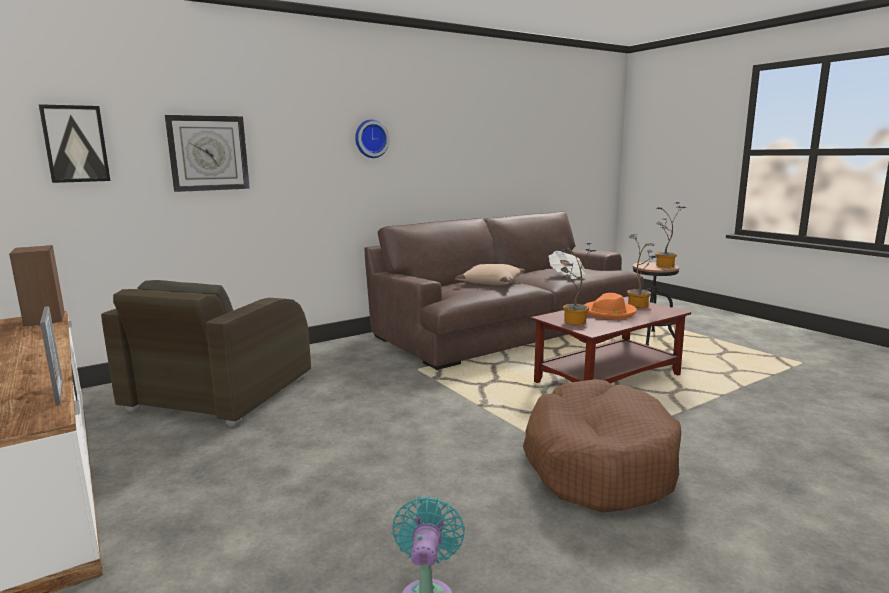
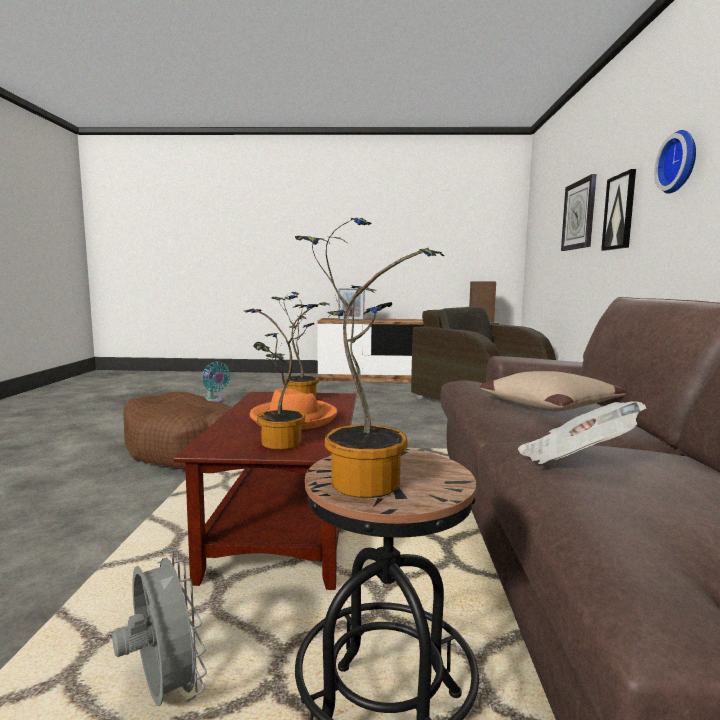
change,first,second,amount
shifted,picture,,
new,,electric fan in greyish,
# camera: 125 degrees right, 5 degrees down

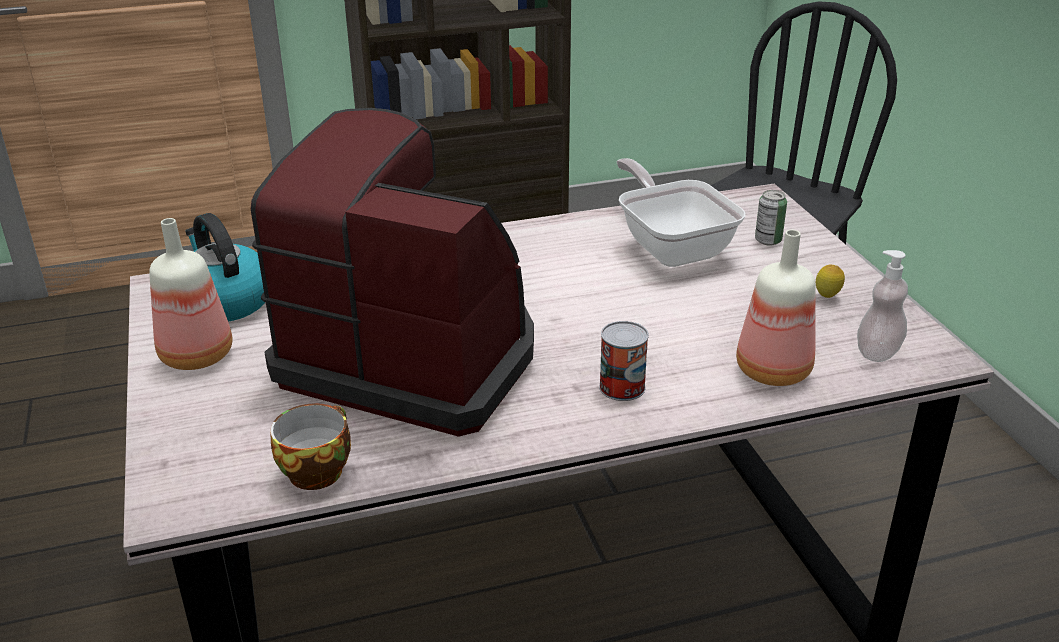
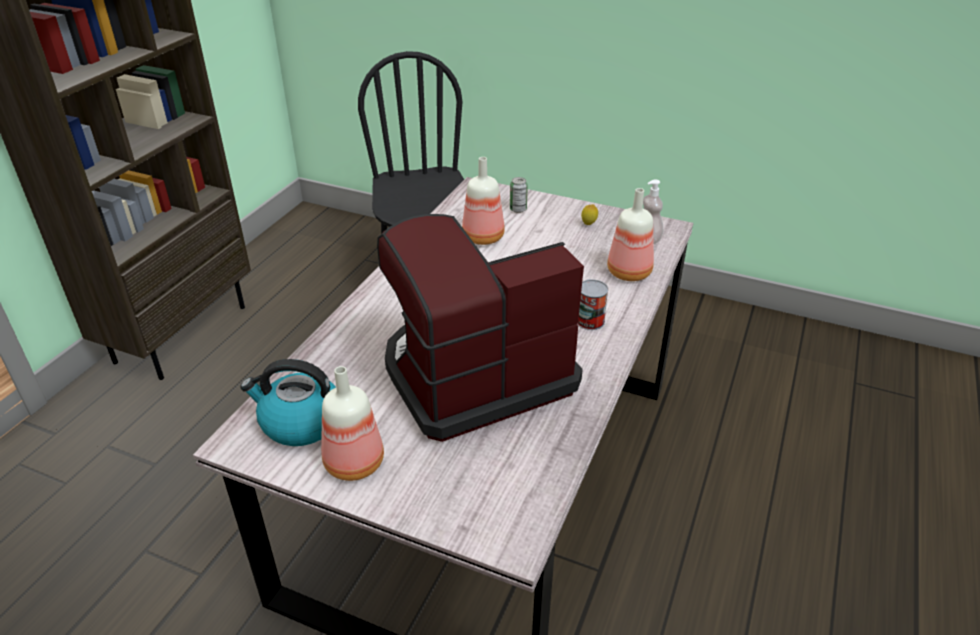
change,first,second,amount
gone,small cup,,
swapped,frying pan,drink bottle (no. 2 from left),
# camera: 50 degrees left, 5 degrees up

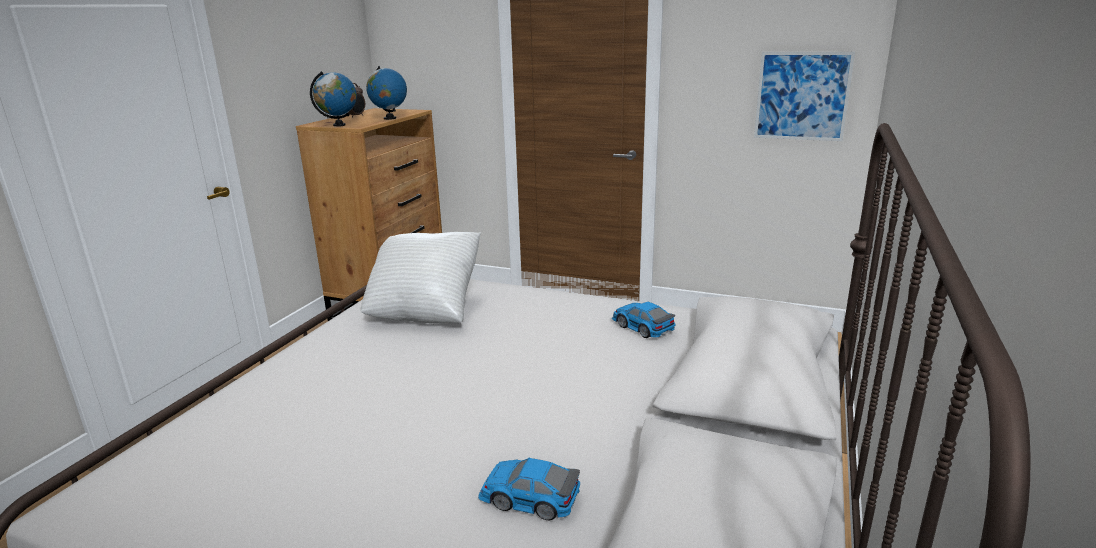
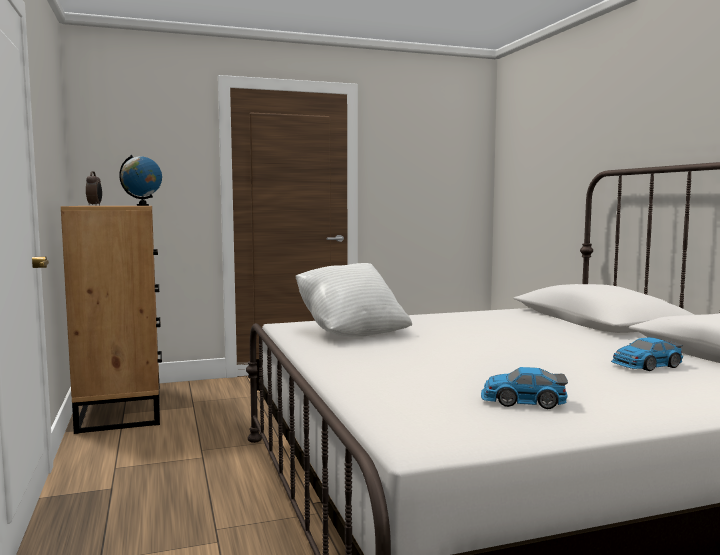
change,first,second,amount
gone,world globe (no. 1 from left),,
shifted,model car (no. 2 from left in the first image),model car (no. 1 from left),
gone,picture,,
# camera: 40 degrees left, 15 degrees down

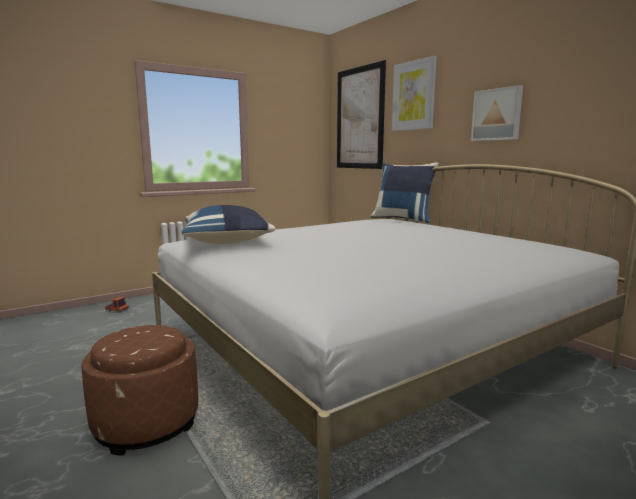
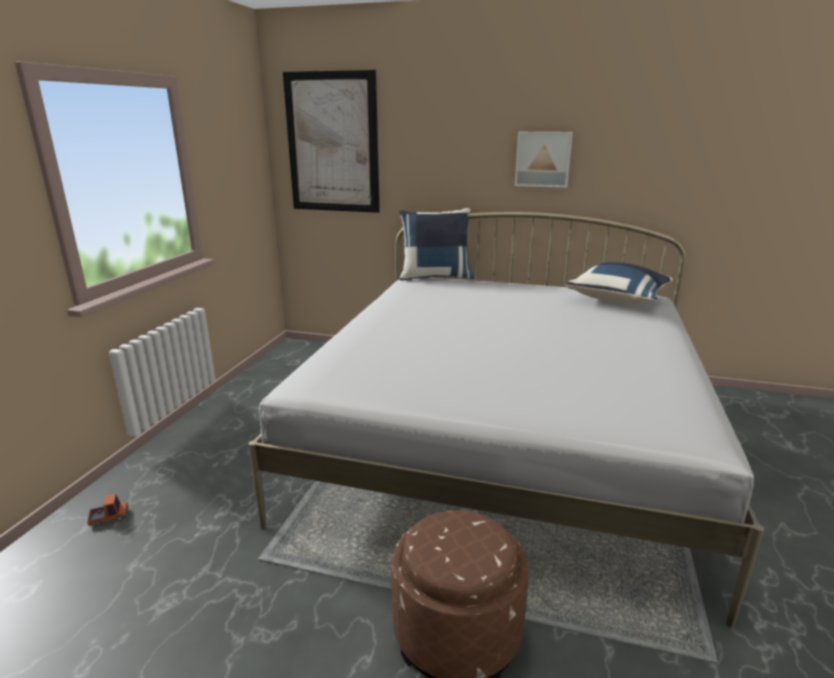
change,first,second,amount
shifted,pillow in blue (no. 1 from left in the first image),pillow in blue (no. 2 from left),
gone,picture (no. 2 from left),,
# camera: 40 degrees left, 10 degrees up

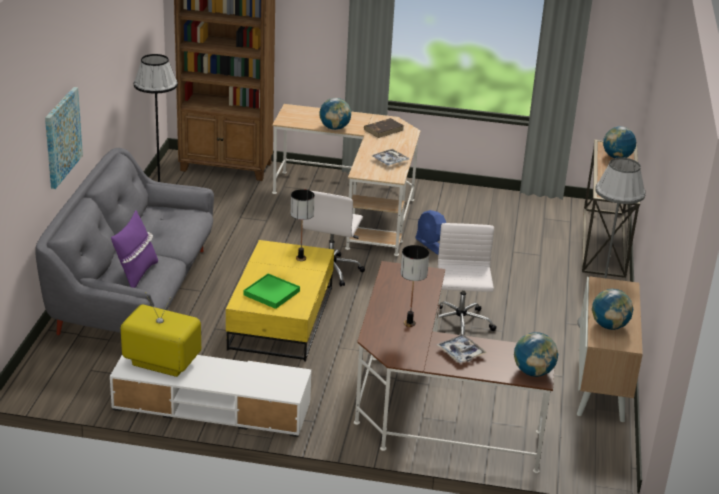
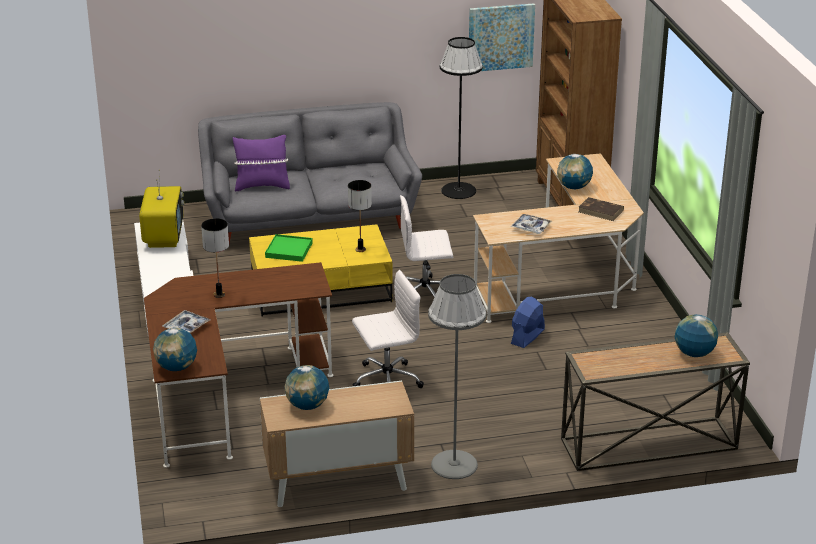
change,first,second,amount
shifted,picture,,
# camera: 70 degrees right, 0 degrees up

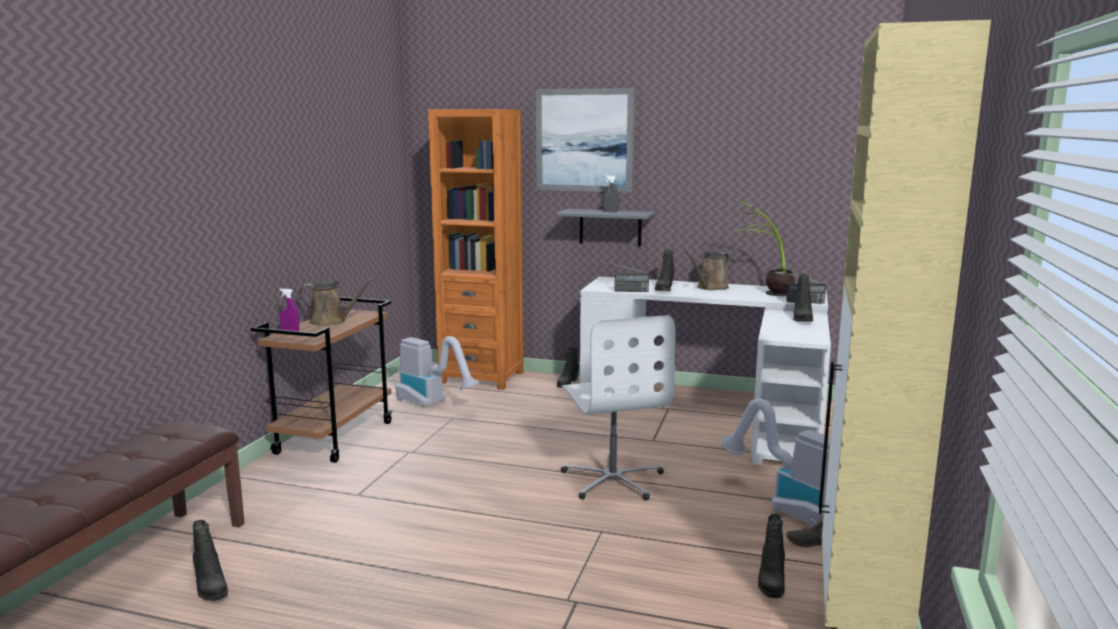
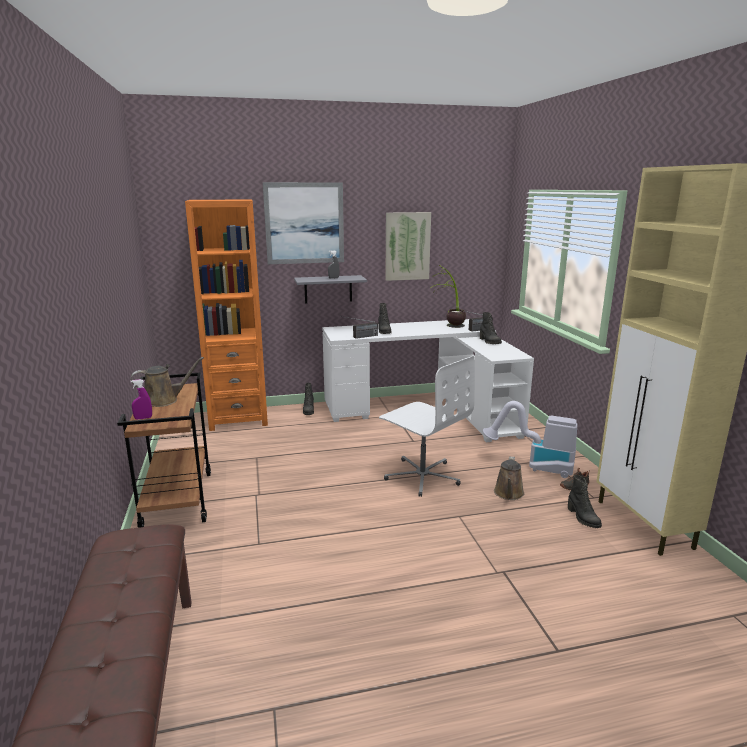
change,first,second,amount
gone,high-top boot in black (no. 1 from left),,
gone,hoover (no. 1 from left),,
shifted,watering can in brown (no. 2 from left),,
new,,picture (no. 2 from left),
# camera: 30 degrees left, 5 degrees up

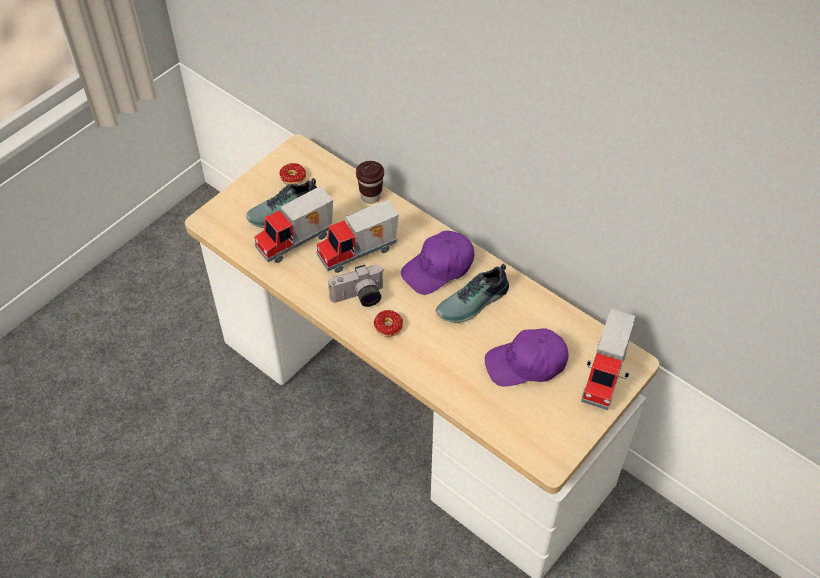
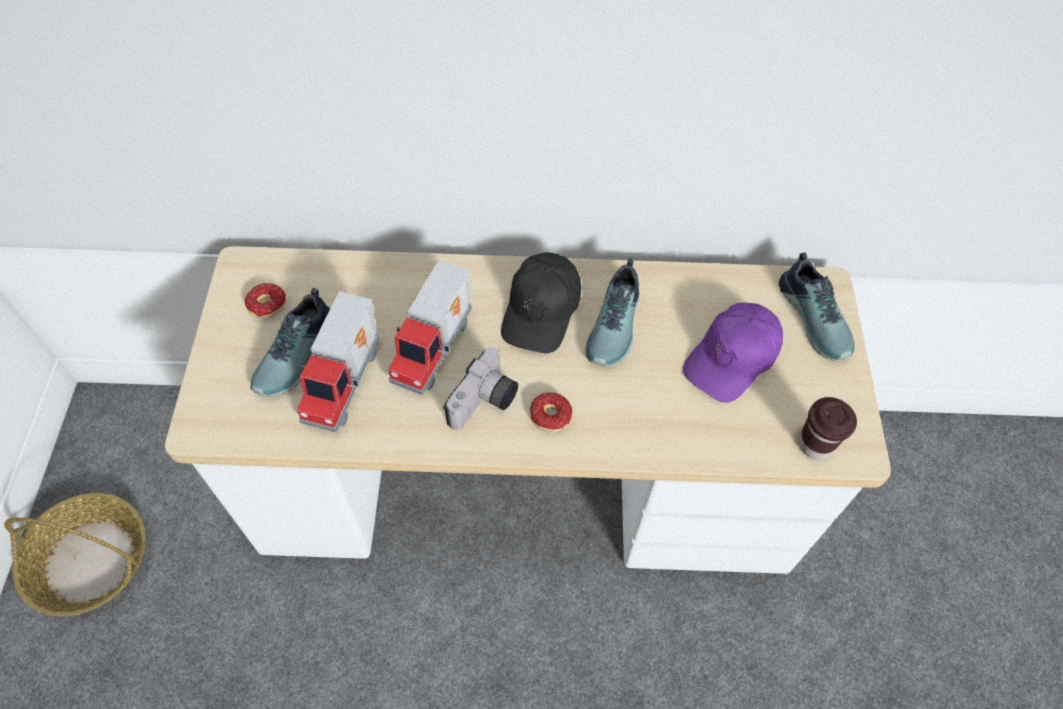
change,first,second,amount
shifted,small cup in brown,,
repainted,peaked cap in purplish (no. 1 from left),peaked cap in black,
swapped,toy truck (no. 3 from left),low shoe (no. 3 from left),
new,,storage basket,
# camera: 40 degrees left, 5 degrees up

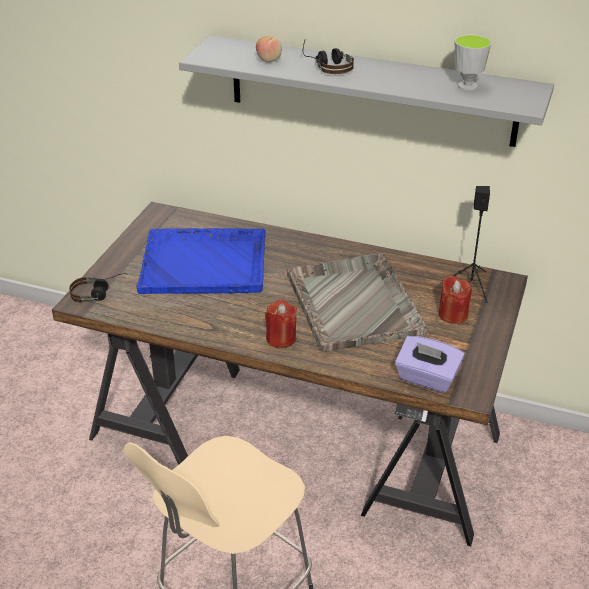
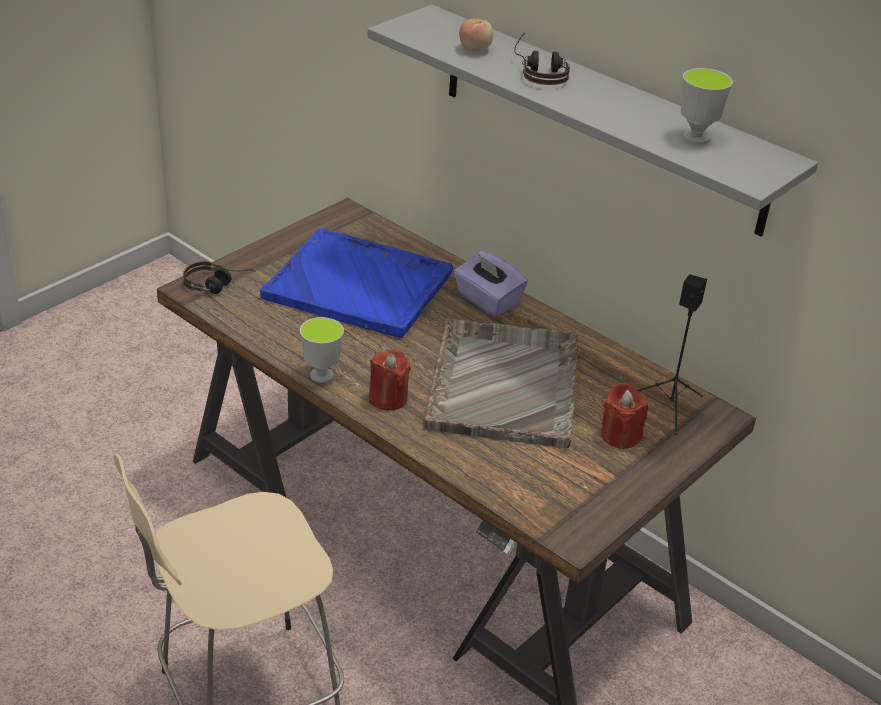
change,first,second,amount
shifted,tissue holder in purplish,,
new,,small cup (no. 1 from left),
# camera: 20 degrees right, 0 degrees up

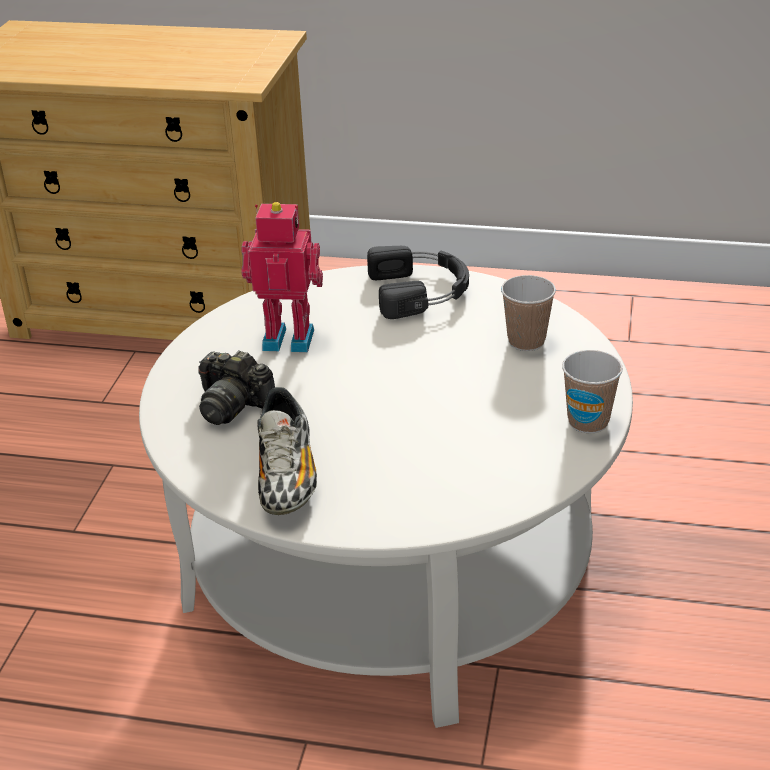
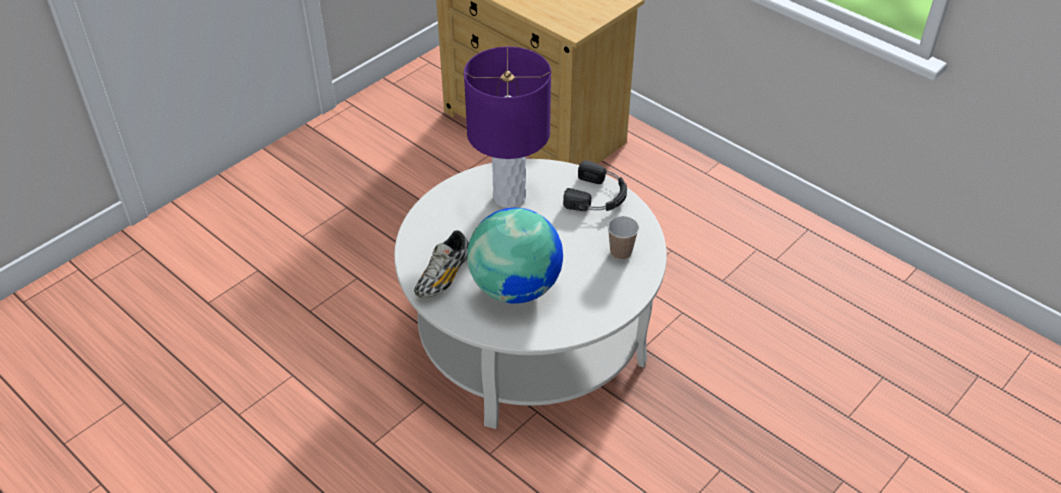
change,first,second,amount
gone,still camera,,
swapped,robot figure,lamp for a table in purplish,
gone,small cup (no. 2 from left),,
new,,world globe,
# camera: 30 degrees right, 10 degrees up

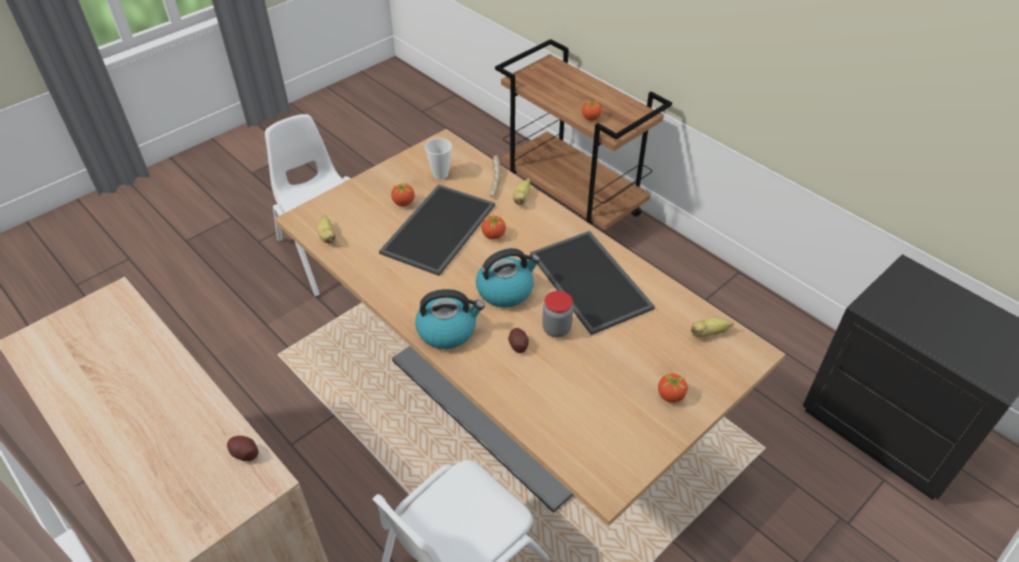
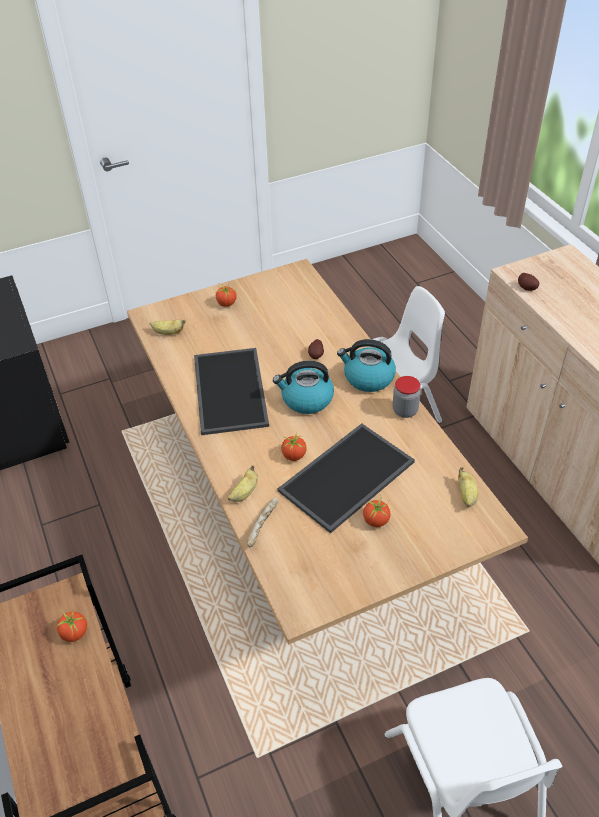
change,first,second,amount
gone,small cup,,
shifted,storage jar,,
# camera: 160 degrees left, 0 degrees up

